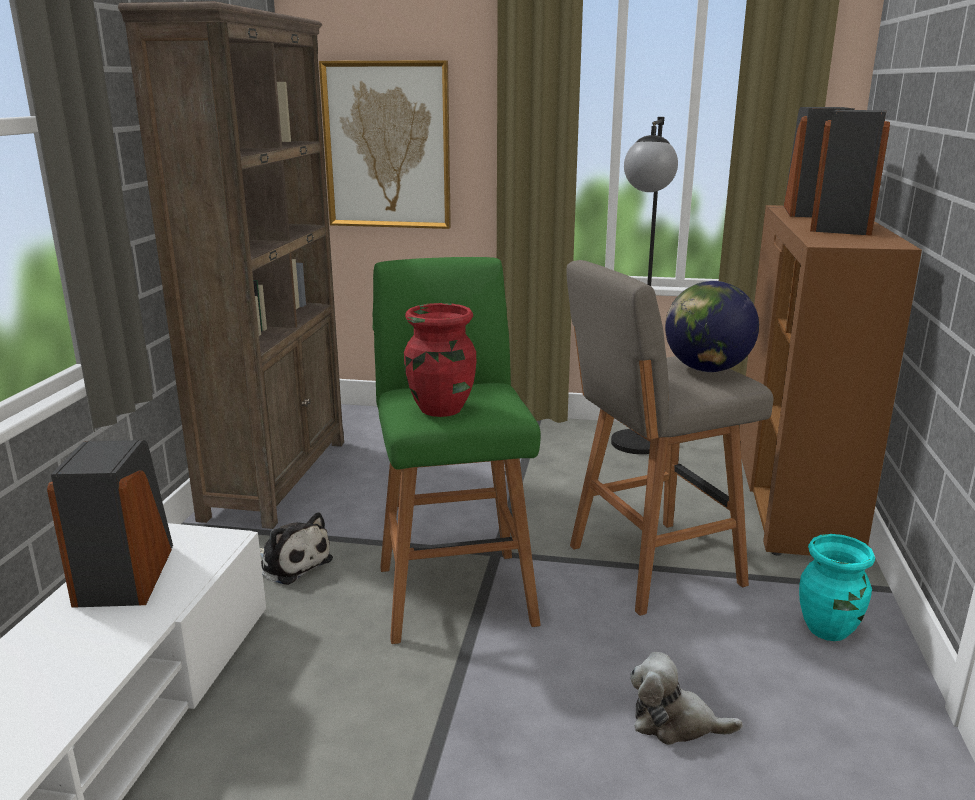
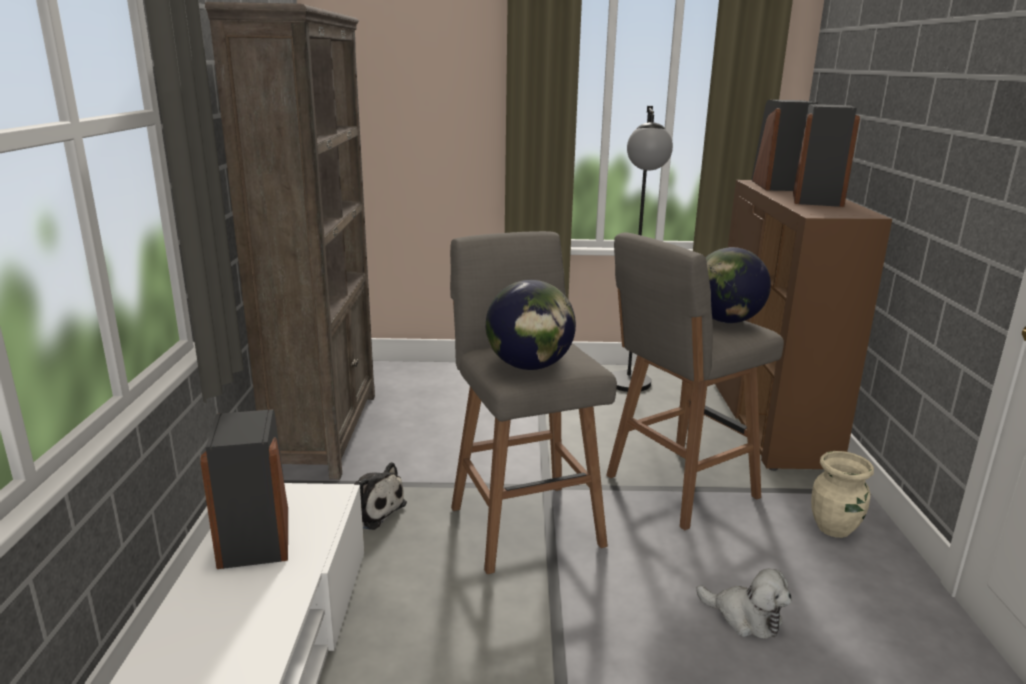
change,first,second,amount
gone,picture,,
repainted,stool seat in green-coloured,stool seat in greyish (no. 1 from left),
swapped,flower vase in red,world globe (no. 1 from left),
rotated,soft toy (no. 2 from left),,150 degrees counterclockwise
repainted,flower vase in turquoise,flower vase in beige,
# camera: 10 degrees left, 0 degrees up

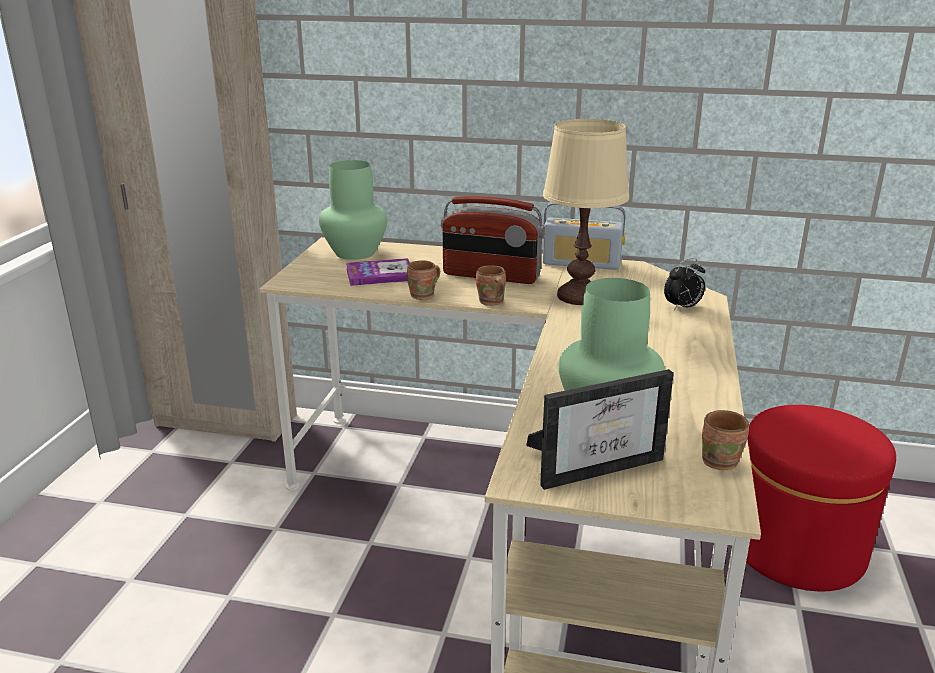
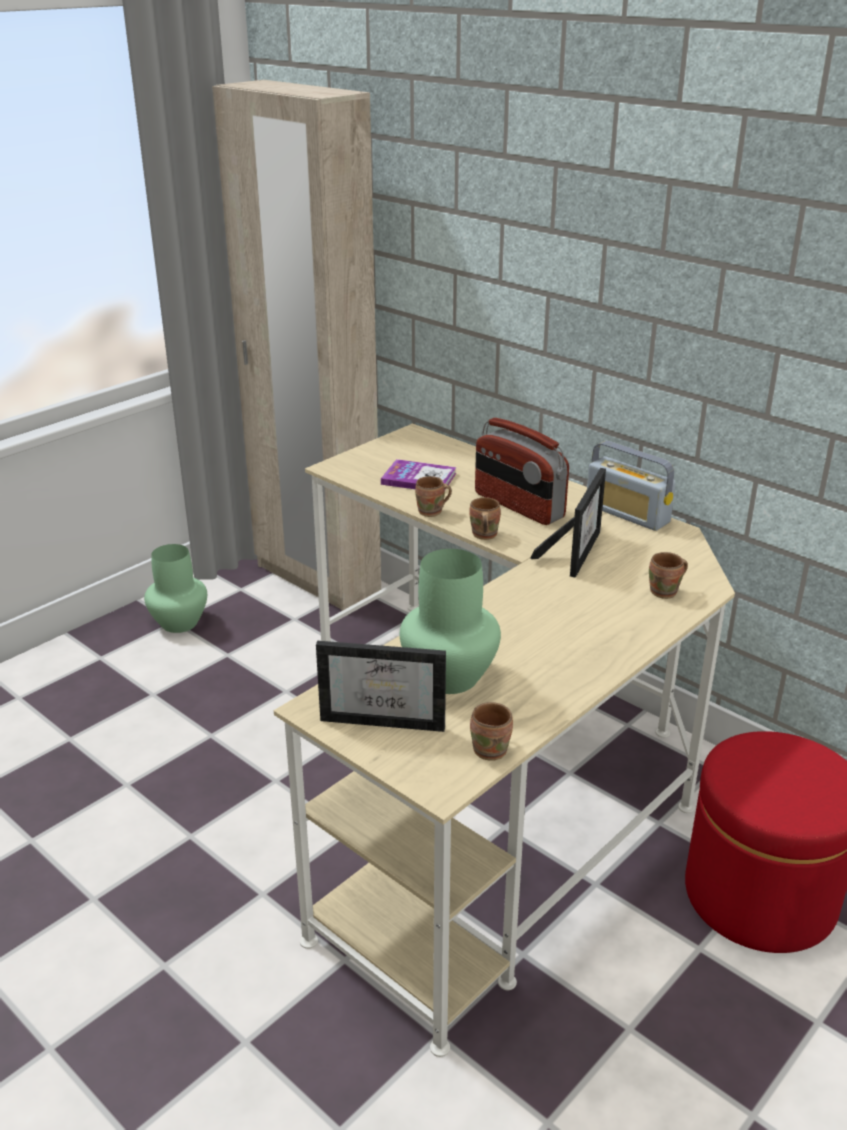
change,first,second,amount
shifted,flower vase in green-coloured (no. 1 from left),,
swapped,lamp for a table in beige,standing frame (no. 2 from left),
swapped,bedside clock,coffee mug in brown (no. 4 from left),
# camera: 30 degrees right, 5 degrees up

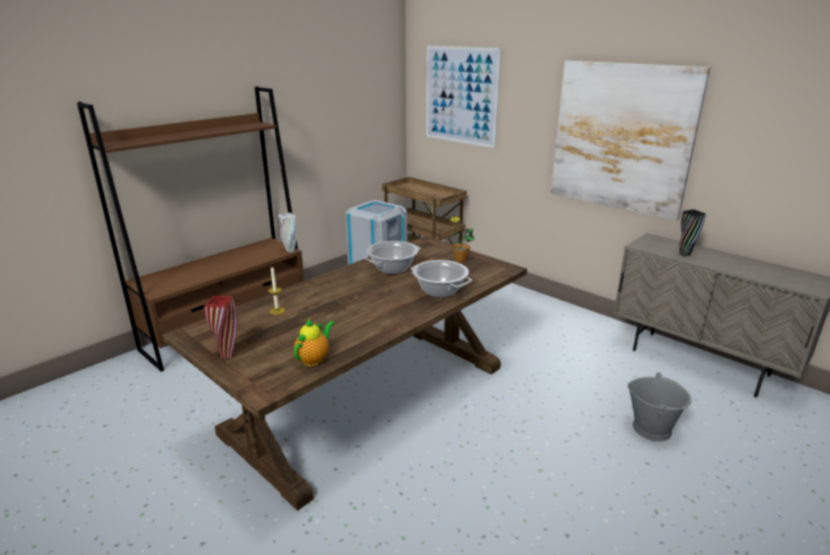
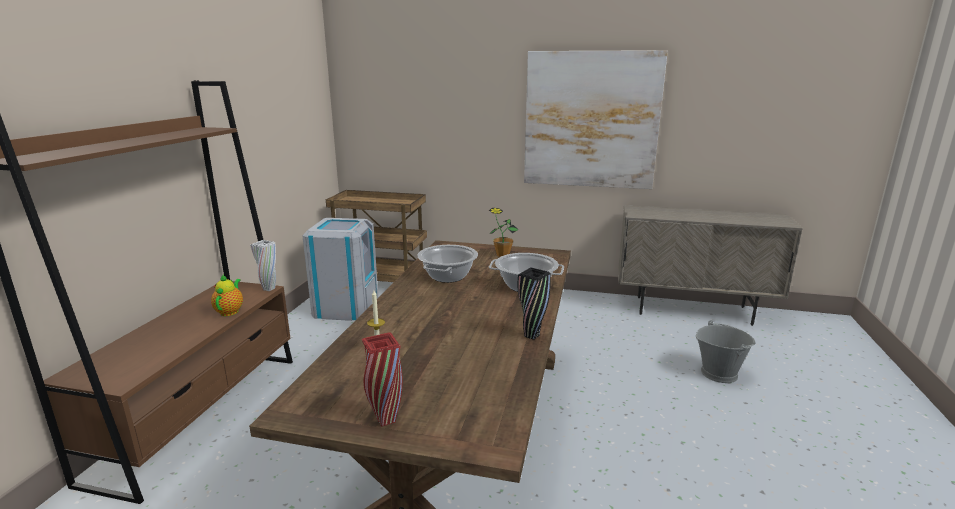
change,first,second,amount
shifted,teapot,,
gone,picture (no. 1 from left),,
shifted,flower vase in black,,
# camera: 30 degrees left, 5 degrees down

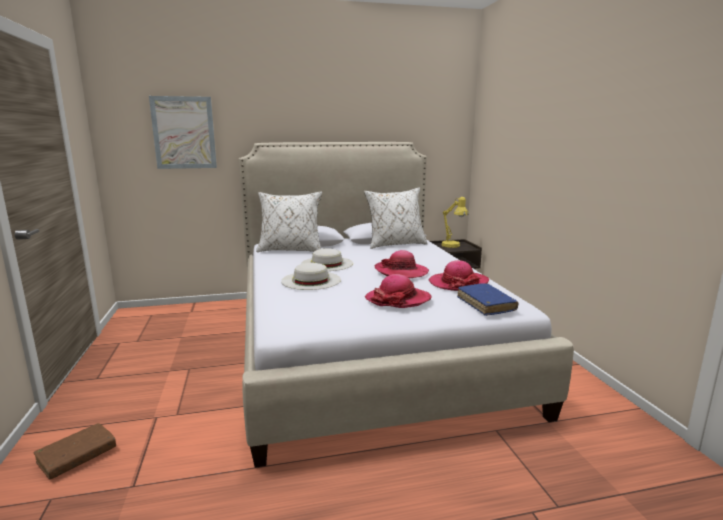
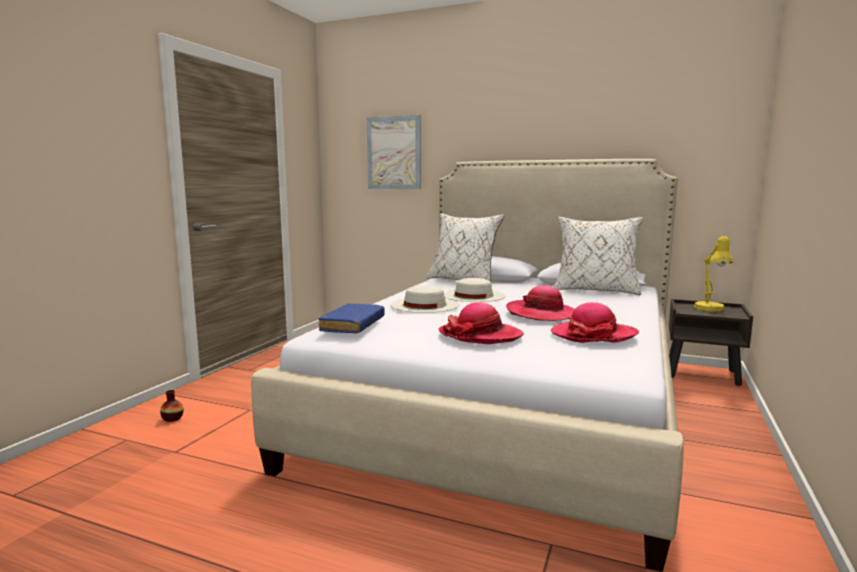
change,first,second,amount
swapped,volume in brown,flower vase,
shifted,volume in blue,,
# camera: 35 degrees right, 5 degrees down

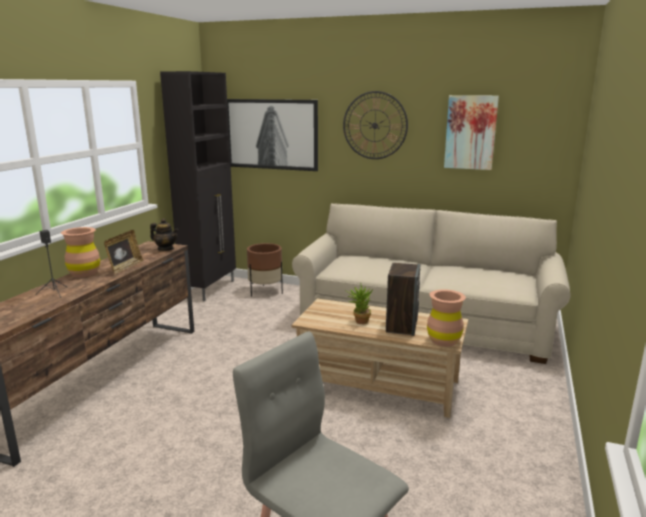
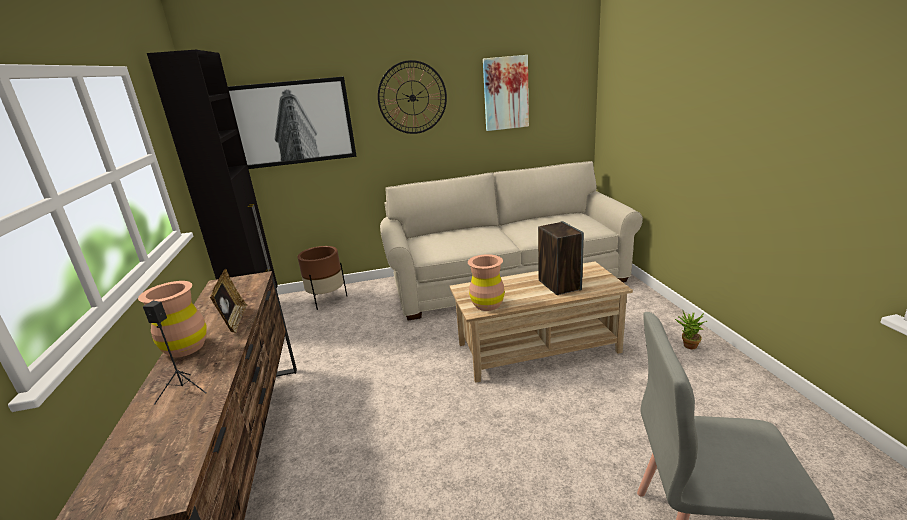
change,first,second,amount
gone,teapot,,
shifted,potted plant,,
shifted,flower vase in brown (no. 2 from left),,
# camera: 30 degrees left, 5 degrees up

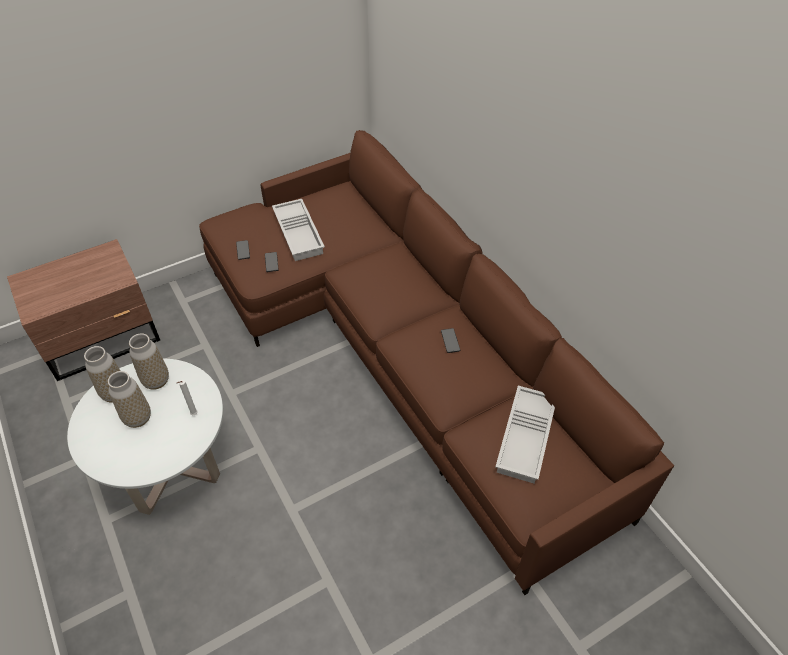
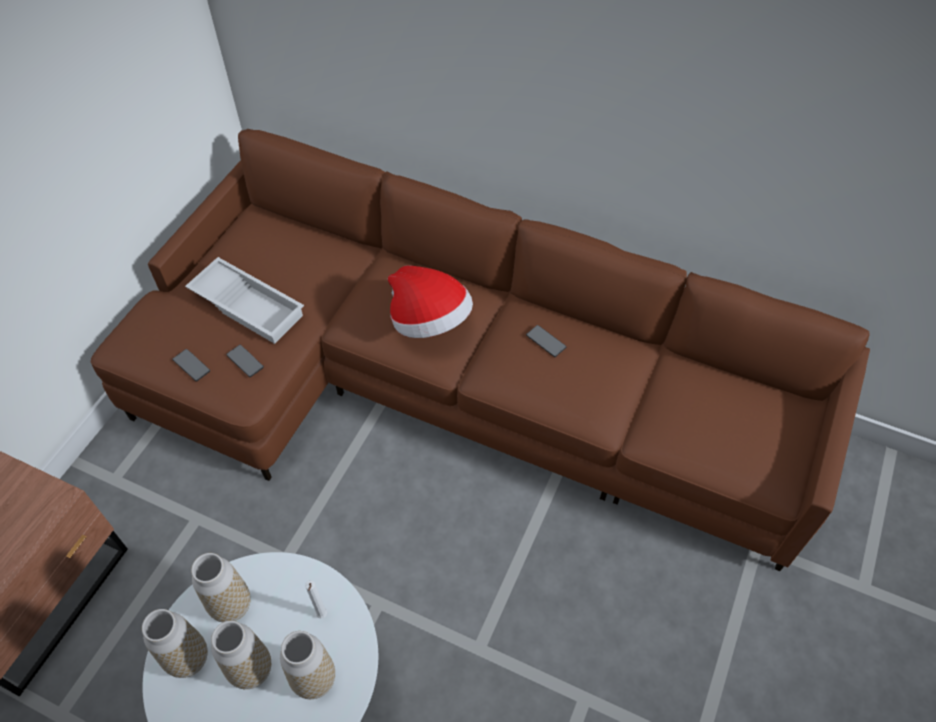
change,first,second,amount
gone,serving tray in white (no. 2 from left),,
new,,flower vase (no. 4 from left),
new,,wearable hat,
# camera: 35 degrees left, 5 degrees up

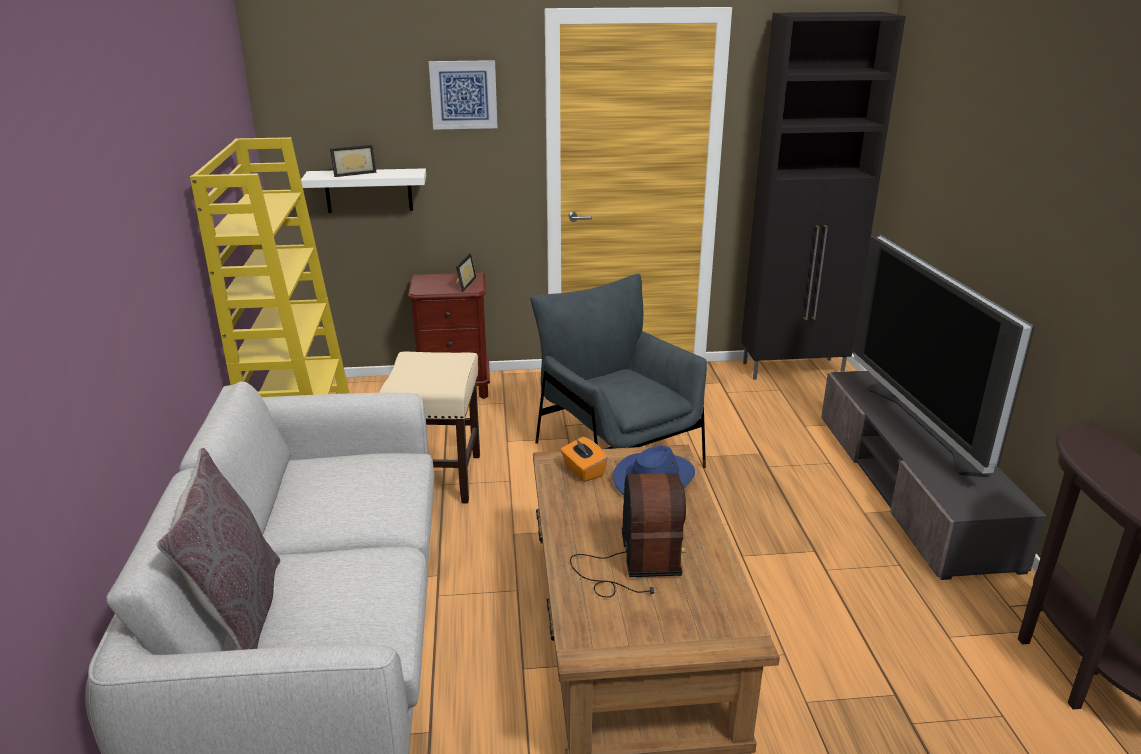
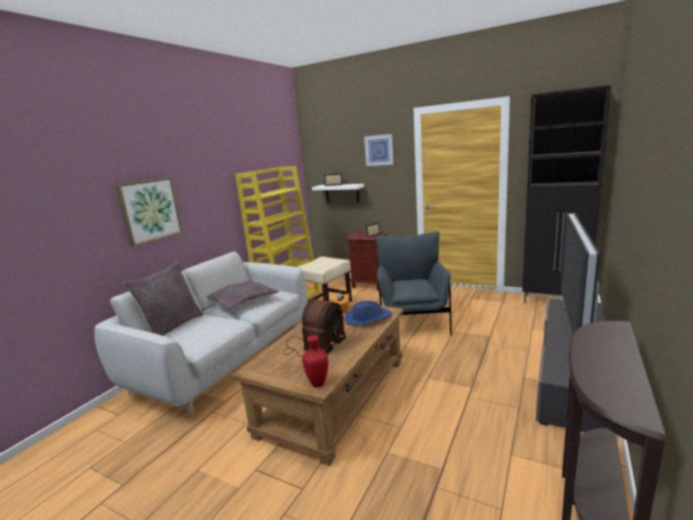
change,first,second,amount
new,,picture (no. 1 from left),
new,,pillow in greyish (no. 2 from left),
new,,flower vase in red,
# camera: 35 degrees right, 10 degrees down

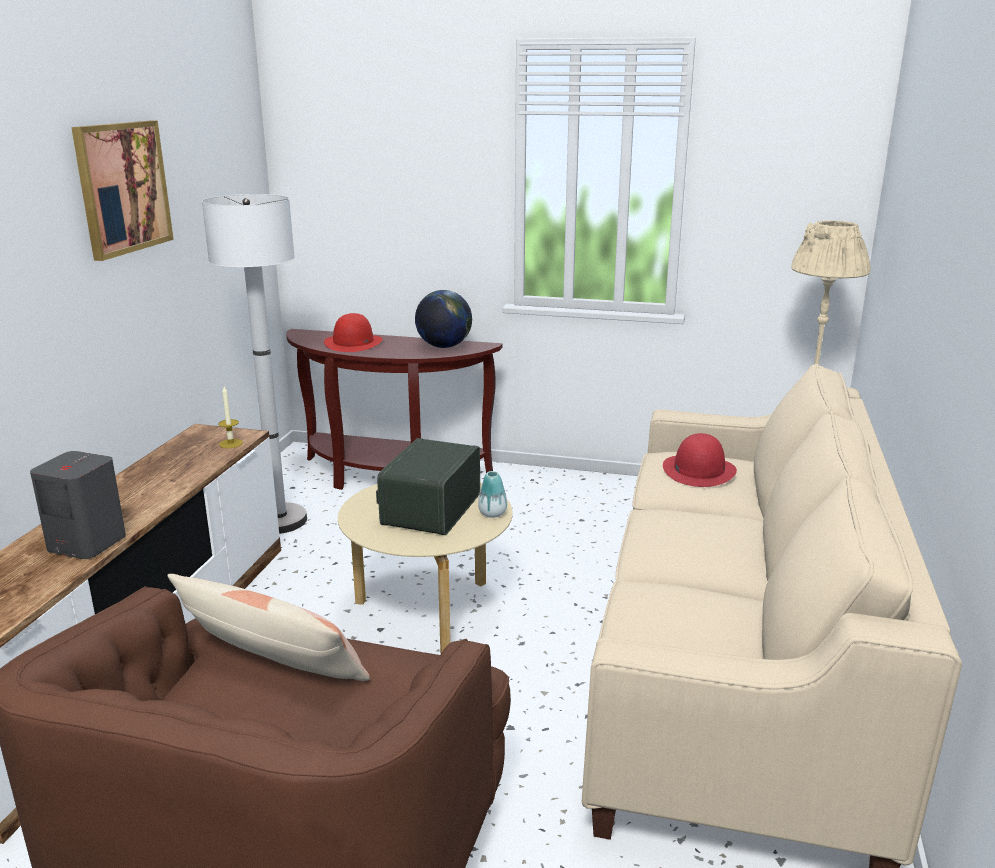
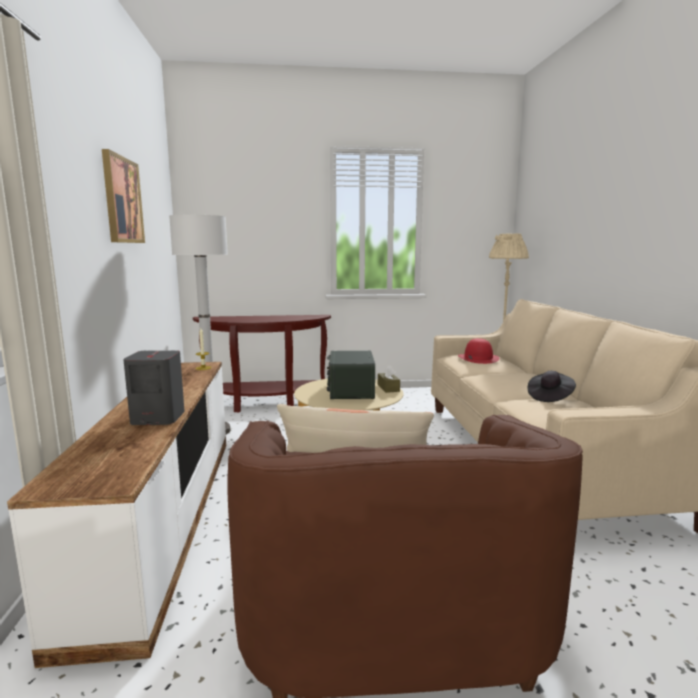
change,first,second,amount
gone,wearable hat in red (no. 1 from left),,
gone,world globe,,
swapped,flower vase,tissue holder in brown,
new,,wearable hat in black,
# camera: 20 degrees left, 10 degrees down

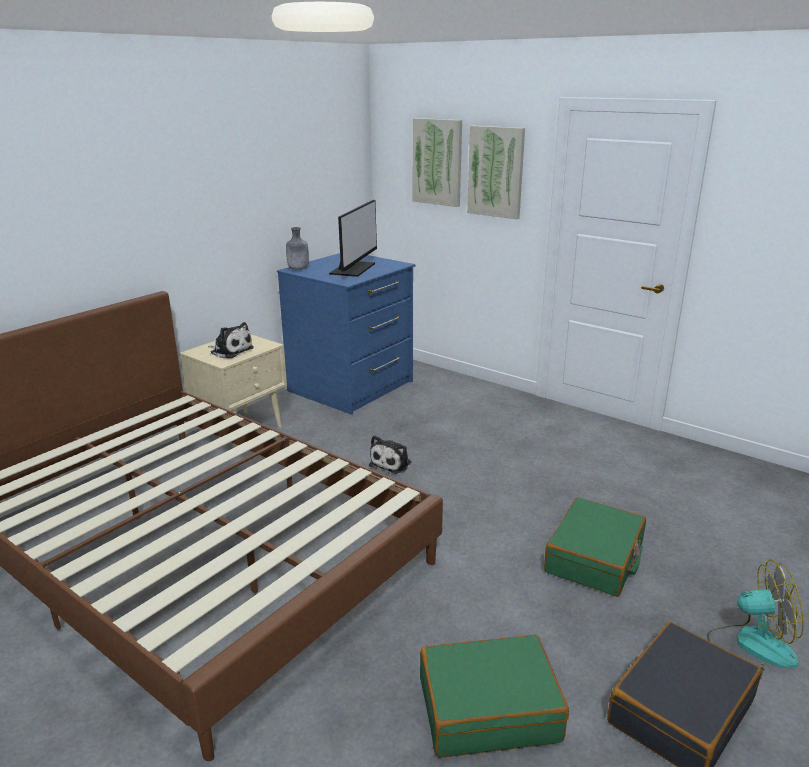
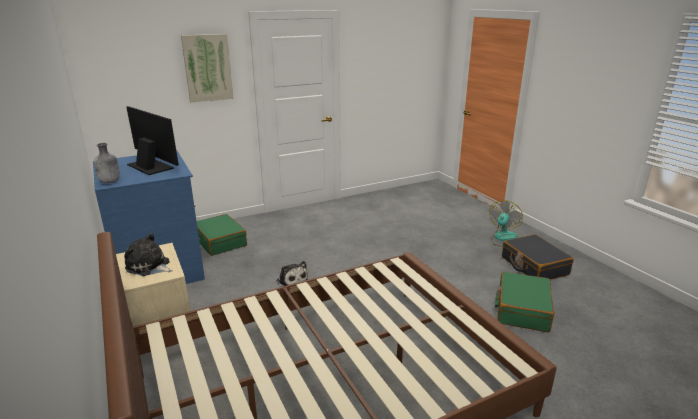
change,first,second,amount
rotated,soft toy (no. 1 from left),,120 degrees counterclockwise
gone,picture (no. 1 from left),,
shifted,travel case in green-coloured (no. 2 from left in the first image),travel case in green-coloured (no. 1 from left),
# camera: 65 degrees left, 0 degrees up

